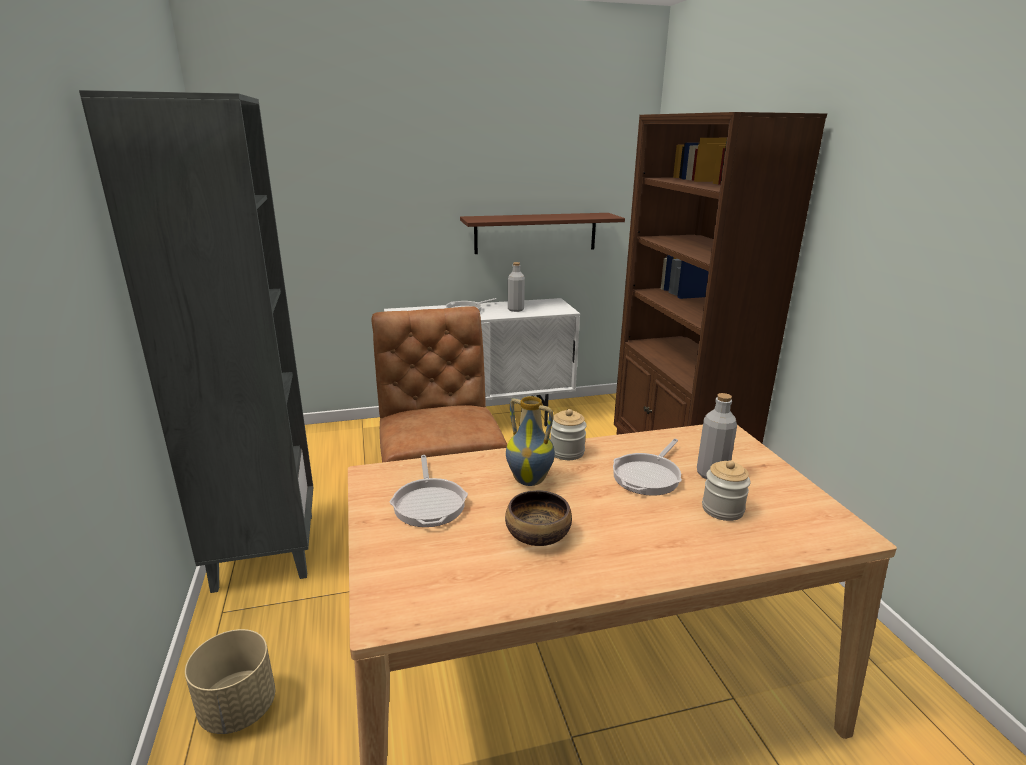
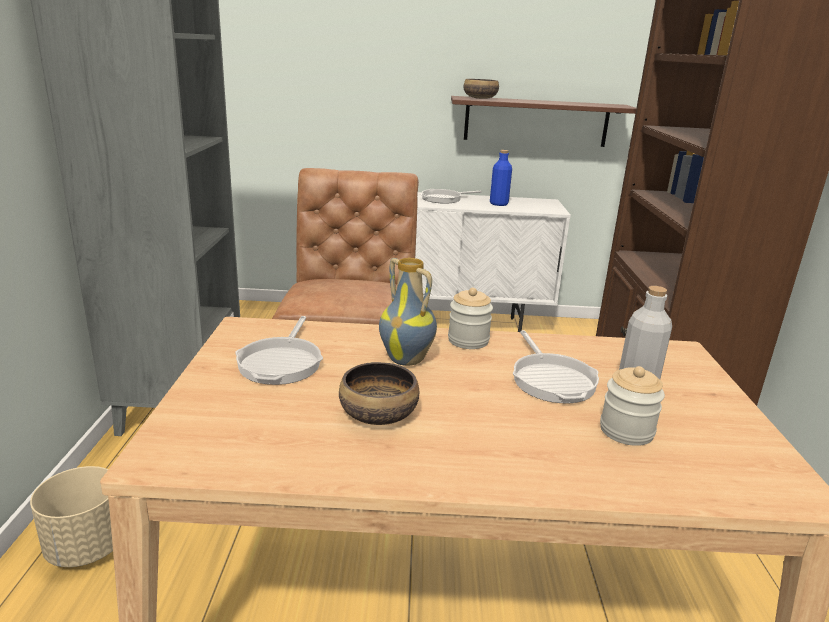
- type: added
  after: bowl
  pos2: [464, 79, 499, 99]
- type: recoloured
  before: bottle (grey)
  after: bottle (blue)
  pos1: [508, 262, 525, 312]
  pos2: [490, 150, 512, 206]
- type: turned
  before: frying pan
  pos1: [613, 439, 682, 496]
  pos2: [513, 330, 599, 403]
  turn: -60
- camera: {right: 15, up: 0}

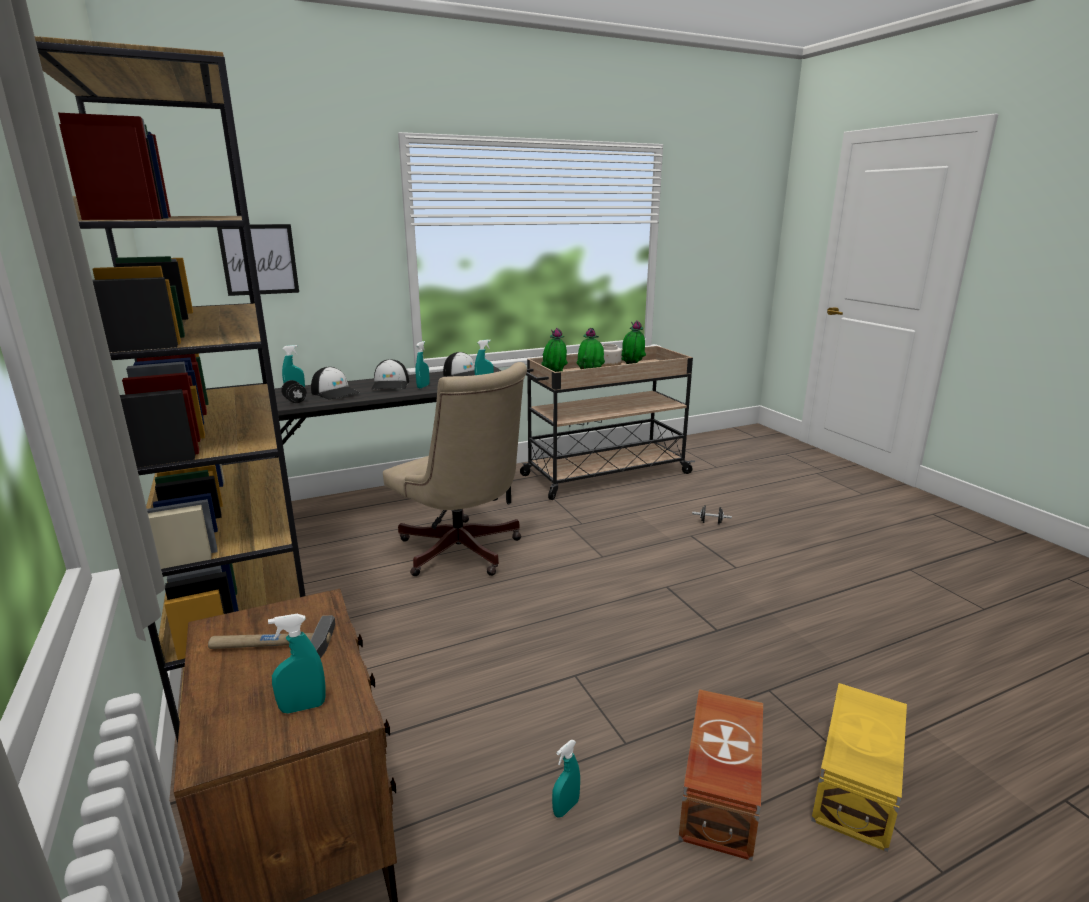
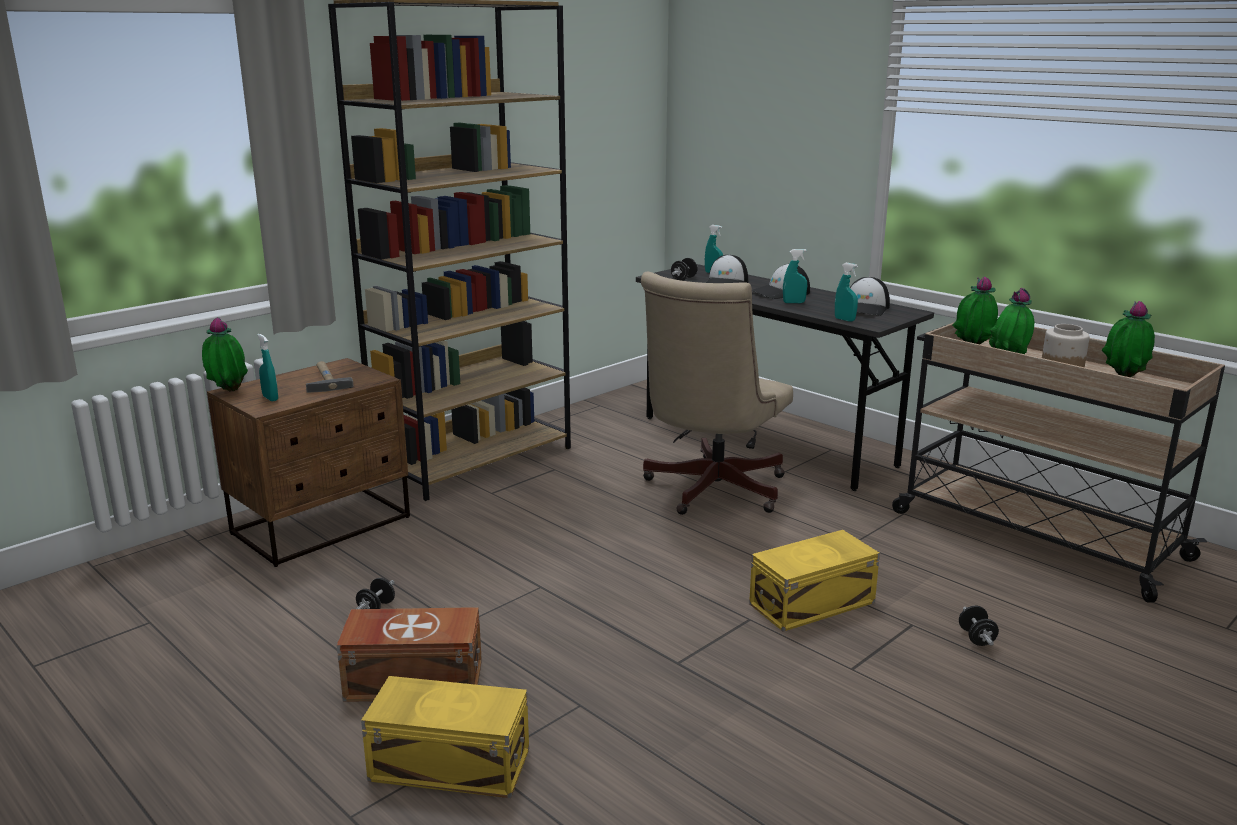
- type: added
  after: potted plant
  pos2: [202, 317, 248, 391]
- type: replaced
  before: spray bottle (turquoise)
  after: dumbbell (black)
  pos1: [552, 740, 580, 818]
  pos2: [356, 578, 395, 609]
- type: added
  after: storage box (yellow)
  pos2: [749, 530, 880, 632]
- type: removed
  before: picture
  pos1: [217, 224, 299, 296]
- camera: {right: 70, up: 0}

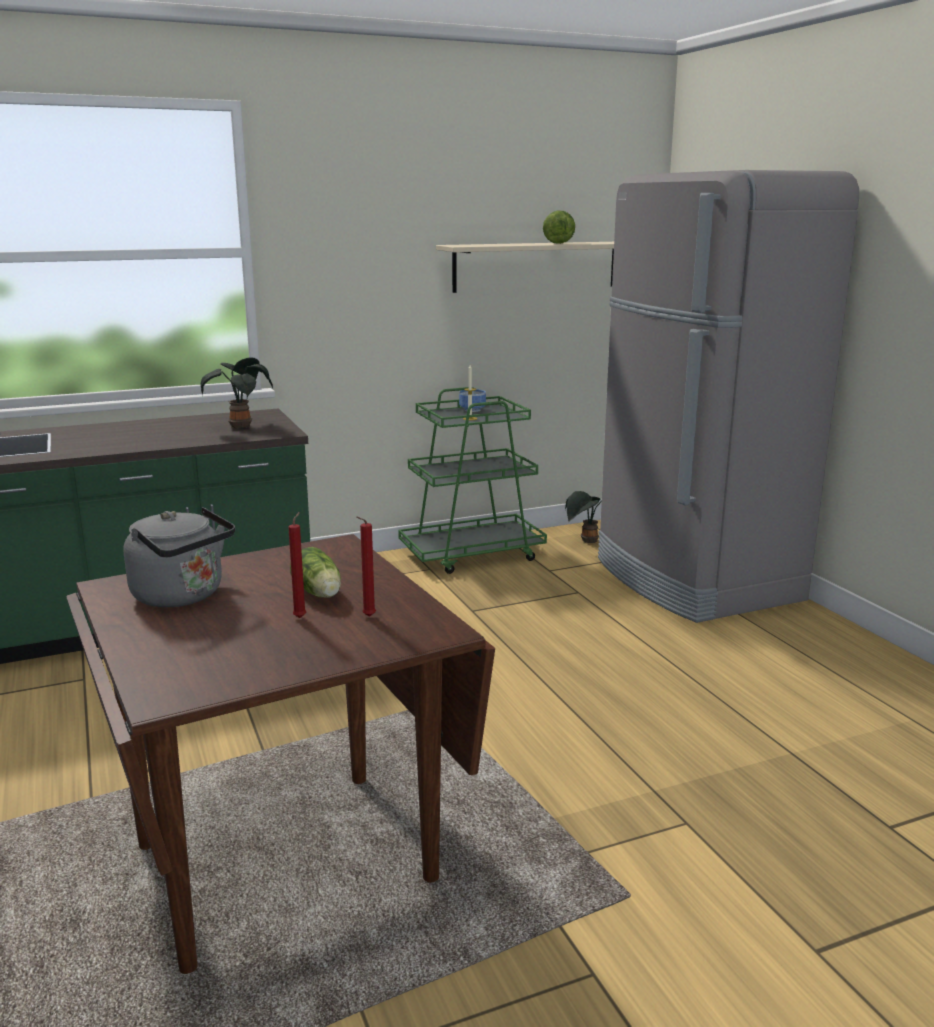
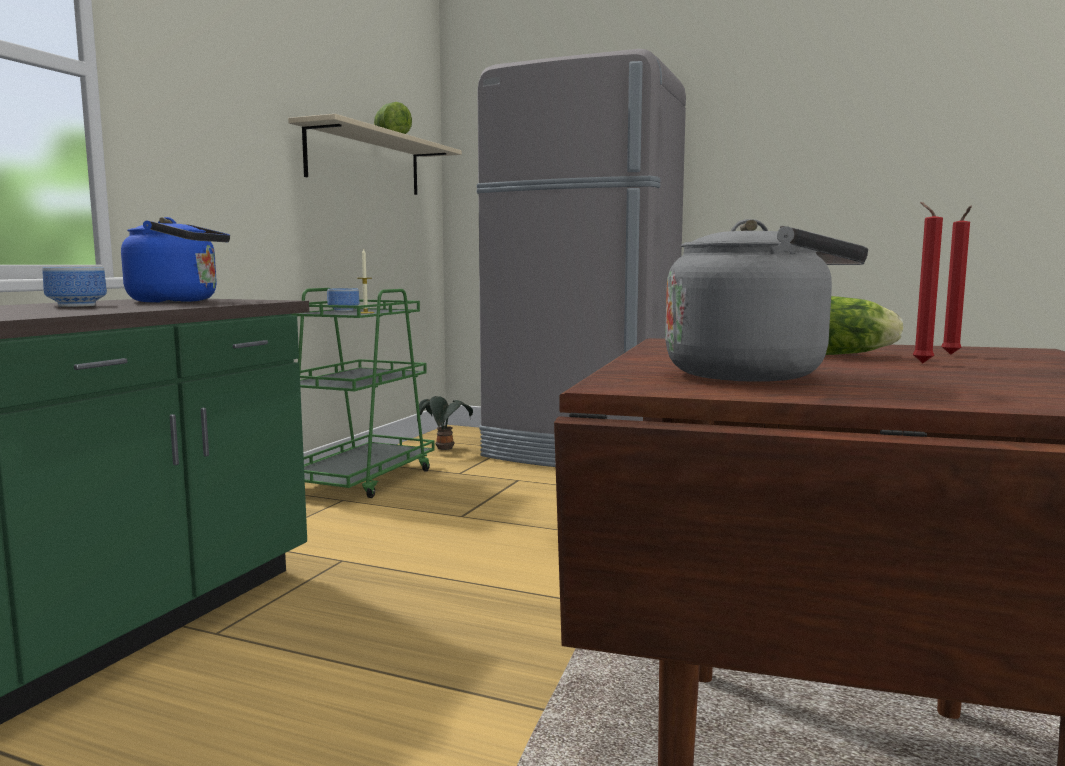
- type: added
  after: bowl
  pos2: [42, 267, 107, 307]
- type: replaced
  before: potted plant
  after: kettle (blue)
  pos1: [201, 357, 273, 429]
  pos2: [121, 217, 230, 303]
- camera: {right: -45, up: -10}

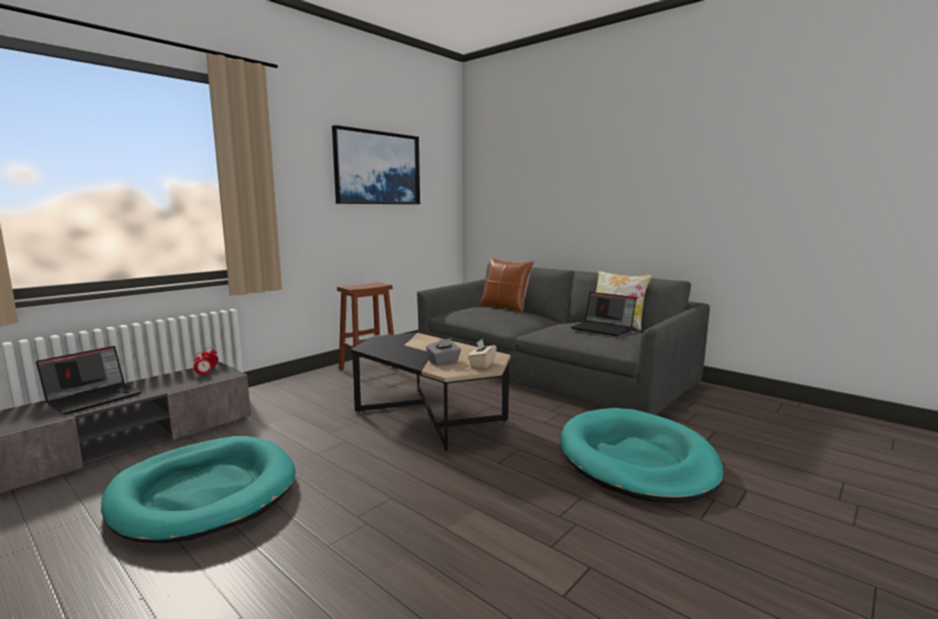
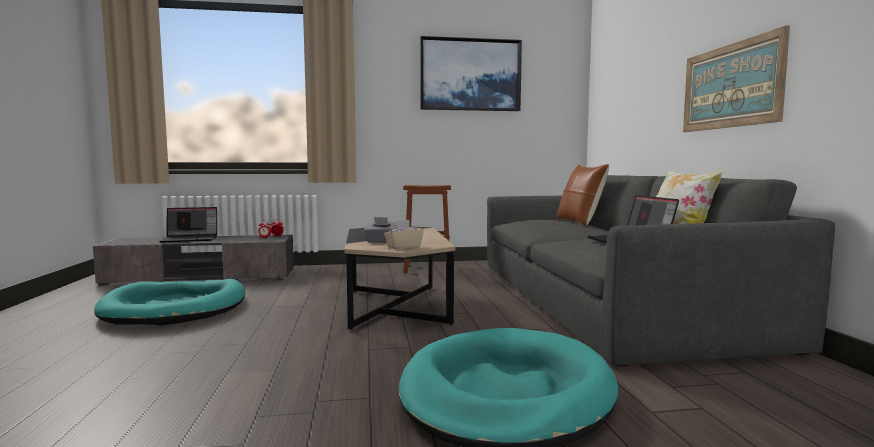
- type: added
  after: picture
  pos2: [683, 25, 790, 132]
- camera: {right: 40, up: -5}

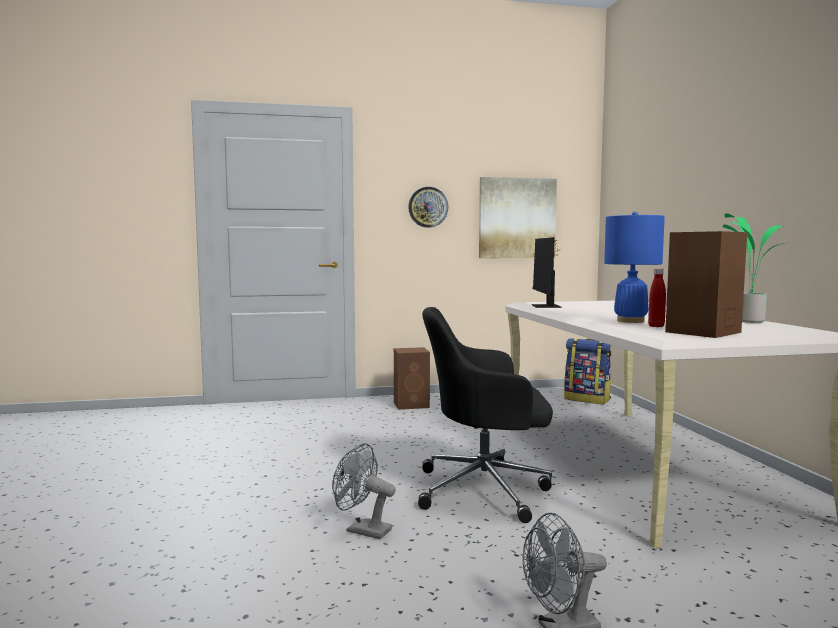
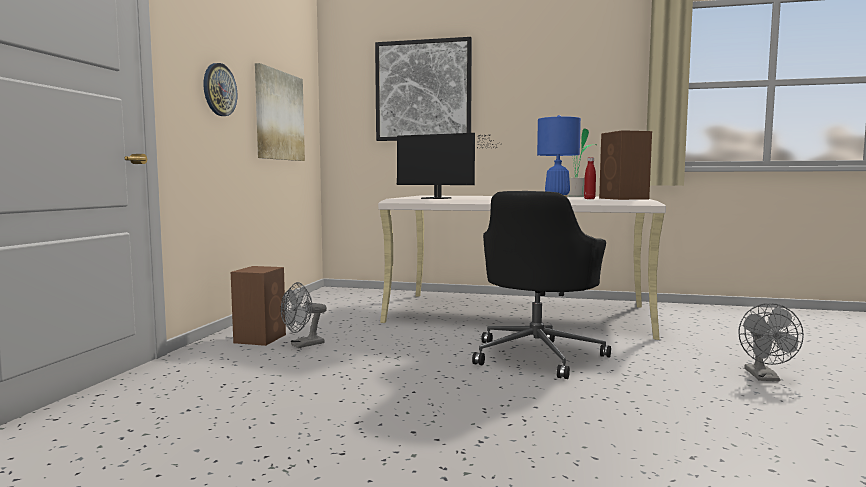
- type: moved
  before: fan (grey)
  pos1: [332, 444, 396, 539]
  pos2: [281, 282, 327, 348]
- type: added
  after: picture
  pos2: [375, 37, 472, 141]
- type: removed
  before: backpack
  pos1: [564, 338, 612, 404]
- camera: {right: -65, up: 0}

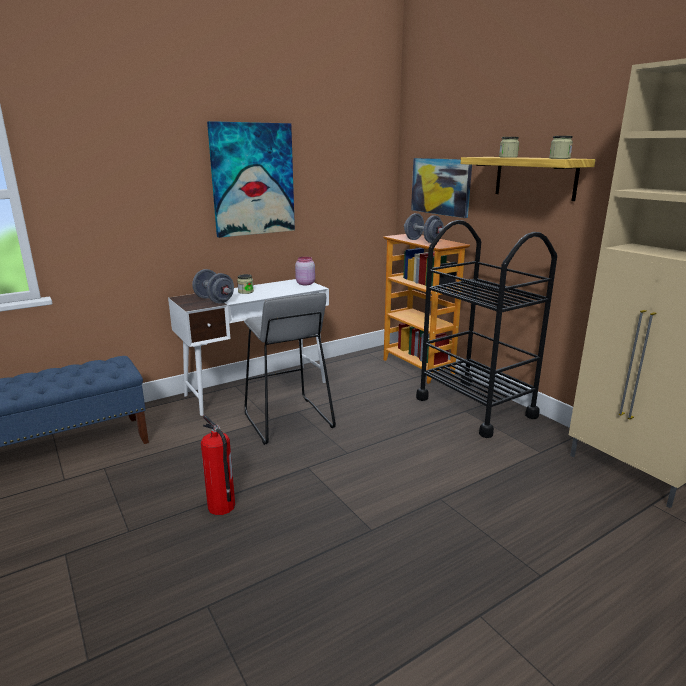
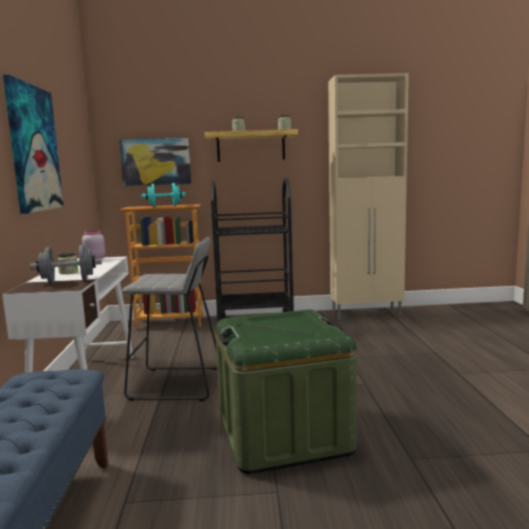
- type: recoloured
  before: dumbbell (grey)
  after: dumbbell (turquoise)
  pos1: [404, 213, 444, 243]
  pos2: [142, 183, 186, 207]
- type: replaced
  before: fire extinguisher
  after: storage box (green)
  pos1: [201, 415, 235, 515]
  pos2: [215, 309, 357, 474]
- camera: {right: -60, up: -10}

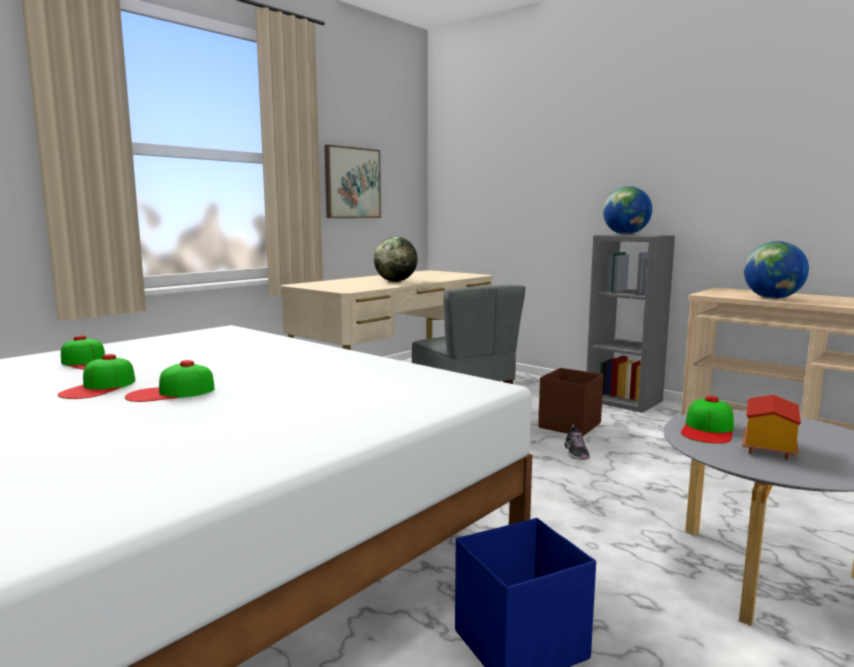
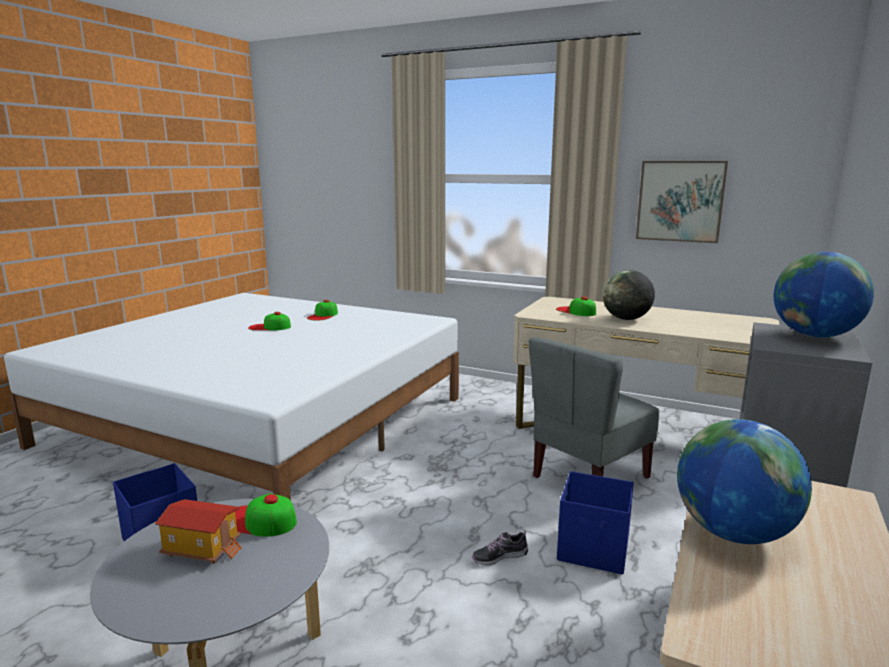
- type: moved
  before: cap
  pos1: [125, 360, 215, 402]
  pos2: [556, 296, 596, 316]
- type: recoloured
  before: storage box (brown)
  after: storage box (blue)
  pos1: [538, 368, 604, 436]
  pos2: [557, 471, 634, 575]
- camera: {right: 75, up: 5}

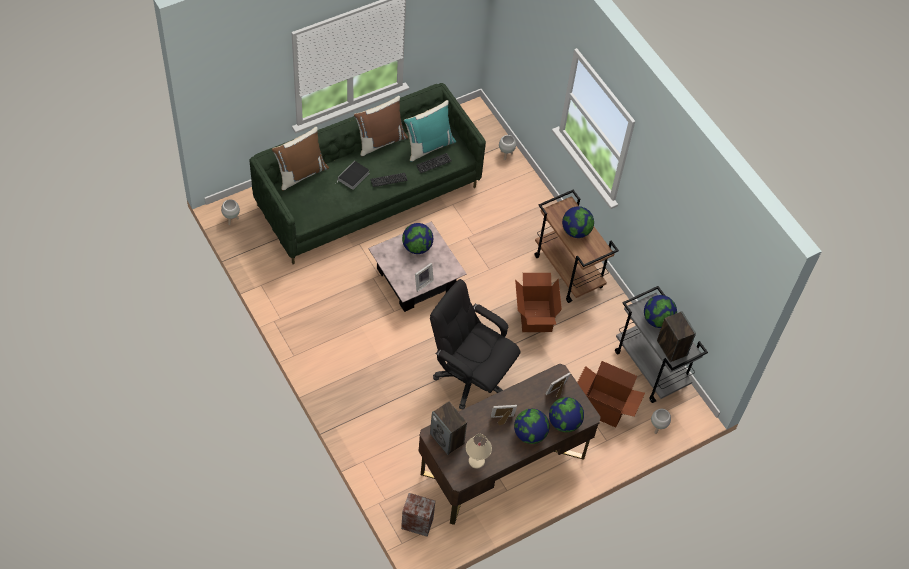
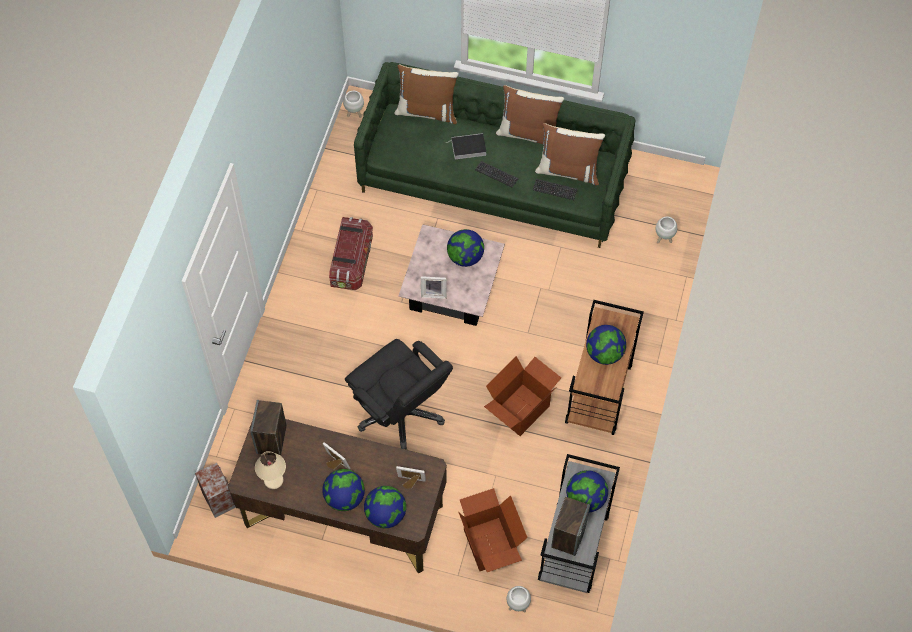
- type: added
  after: storage box
  pos2: [329, 217, 373, 290]
- type: turned
  before: office chair (black)
  pos1: [430, 279, 521, 409]
  pos2: [345, 339, 453, 450]
  turn: 150
- type: recoloured
  before: pillow (turquoise)
  after: pillow (brown)
  pos1: [404, 100, 456, 162]
  pos2: [535, 123, 605, 186]
- camera: {right: 50, up: 5}

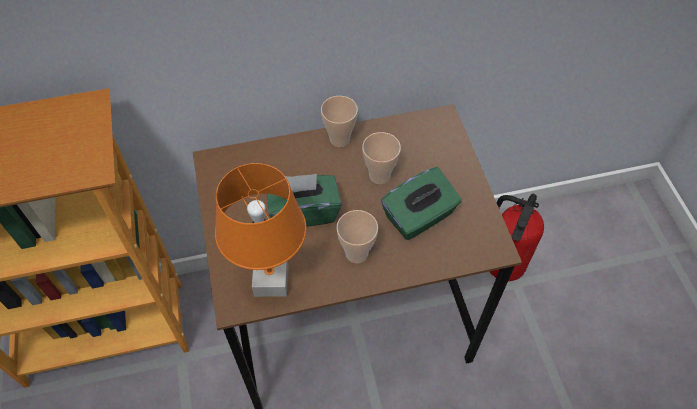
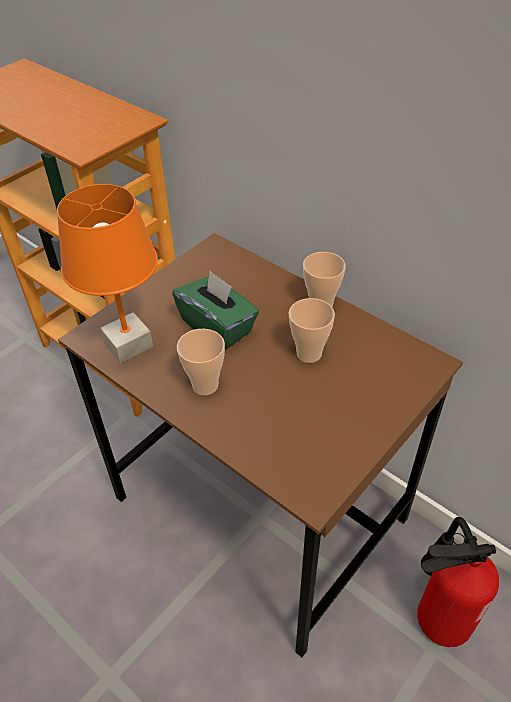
- type: removed
  before: tissue box (green)
  pos1: [381, 167, 462, 240]
- camera: {right: 55, up: -10}

